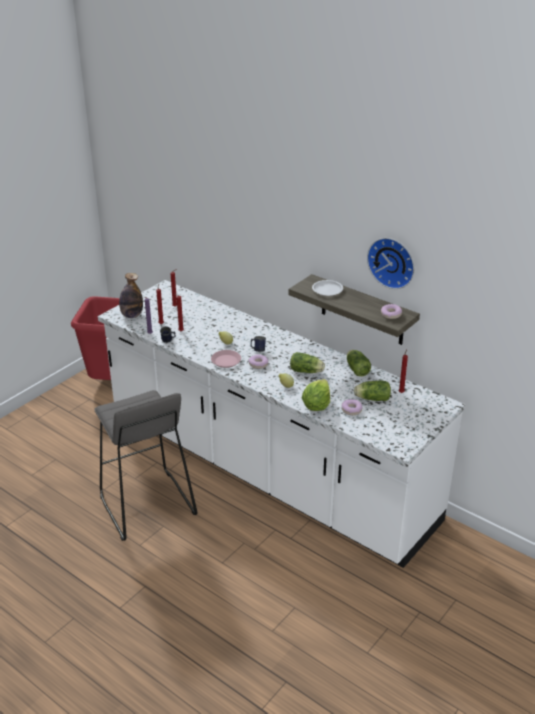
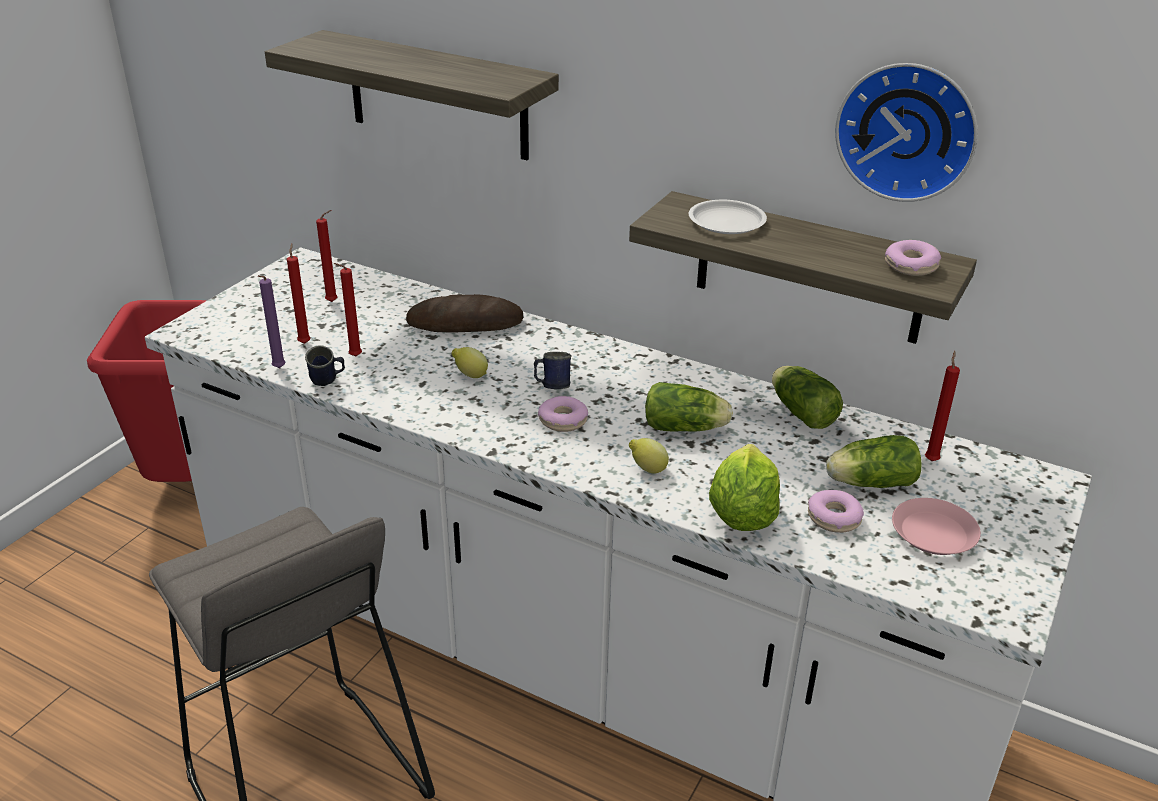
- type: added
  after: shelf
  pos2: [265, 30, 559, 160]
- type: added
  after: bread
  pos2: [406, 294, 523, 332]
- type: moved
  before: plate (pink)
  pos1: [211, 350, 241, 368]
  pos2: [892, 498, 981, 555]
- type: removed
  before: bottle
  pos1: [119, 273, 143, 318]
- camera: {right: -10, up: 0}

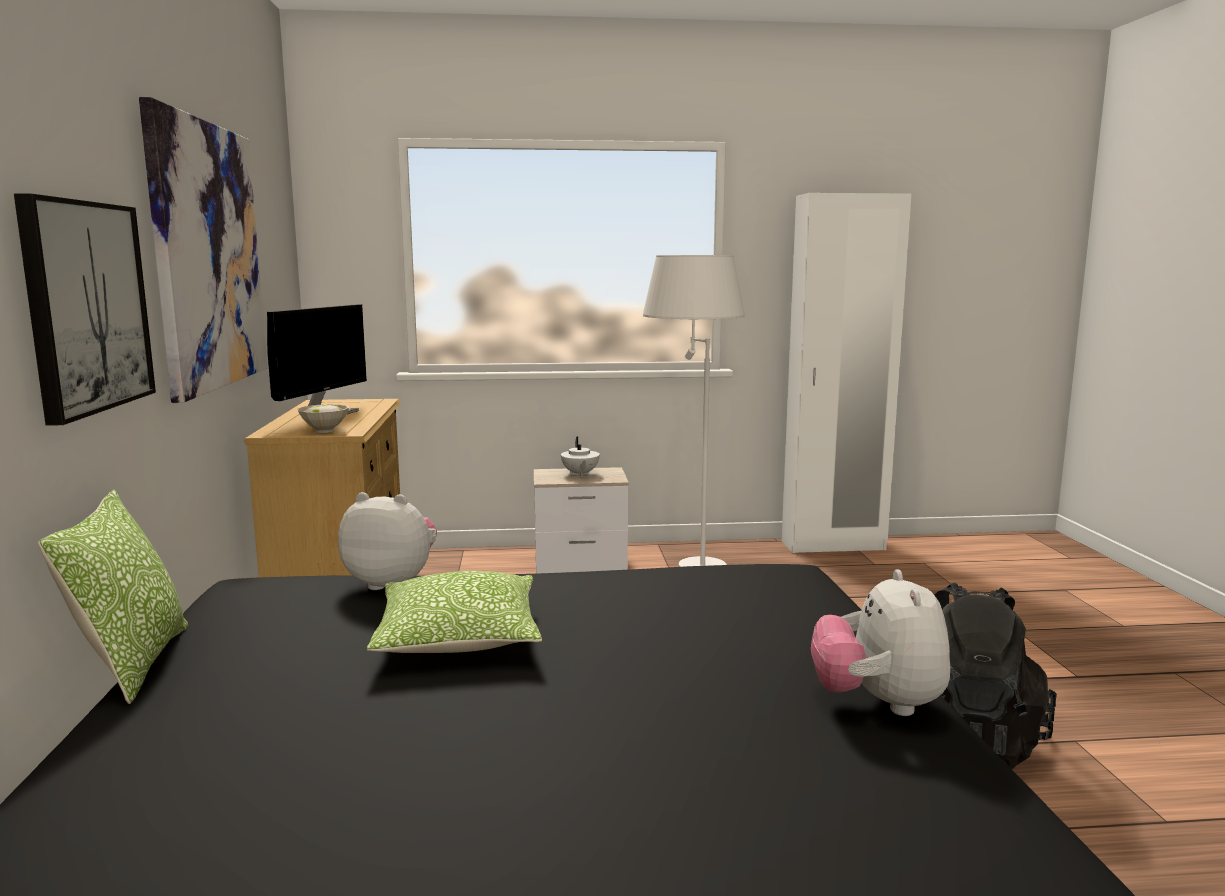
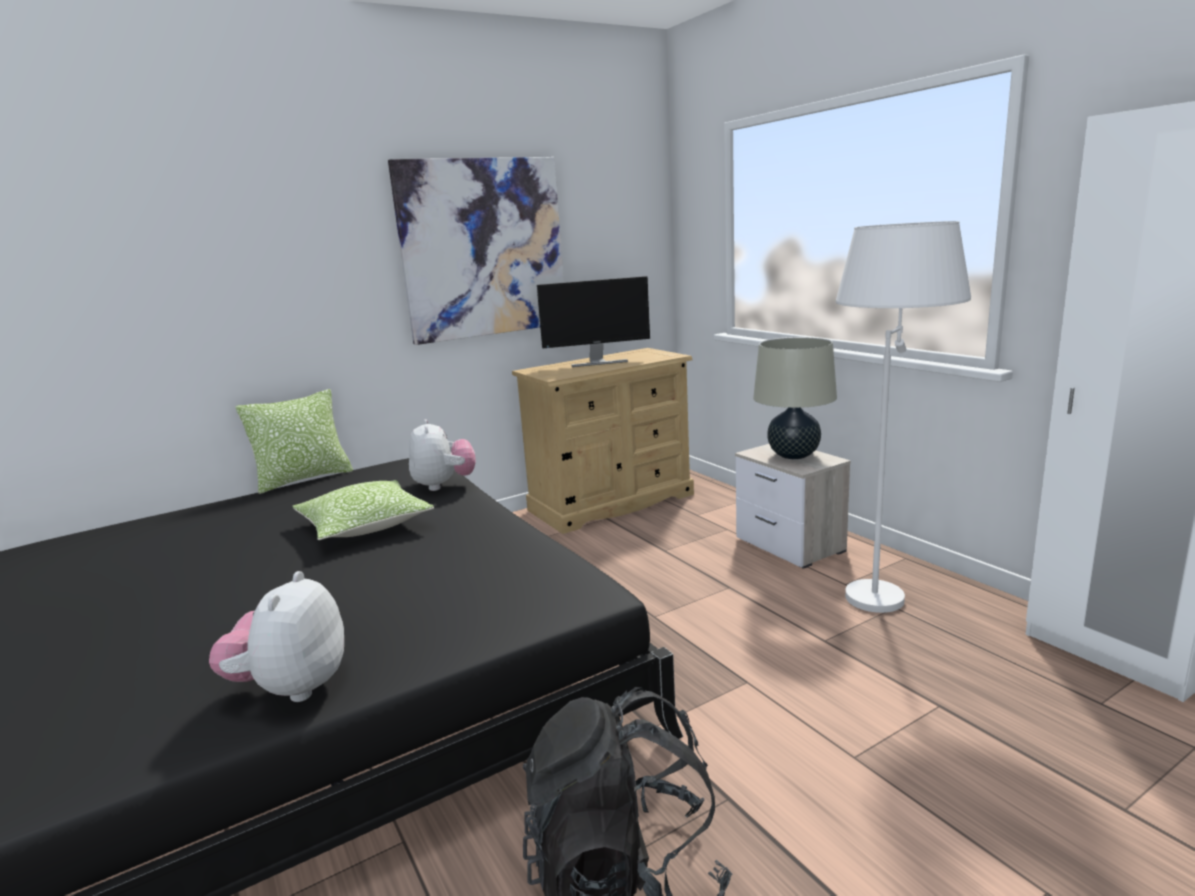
- type: turned
  before: plush toy
  pos1: [811, 569, 950, 716]
  pos2: [209, 571, 344, 702]
  turn: -60
- type: replaced
  before: teapot (white)
  after: table lamp (beige)
  pos1: [561, 437, 600, 477]
  pos2: [753, 337, 837, 459]
- type: removed
  before: picture
  pos1: [14, 193, 156, 426]
- type: removed
  before: bowl (white)
  pos1: [297, 404, 349, 433]
- camera: {right: 65, up: 5}

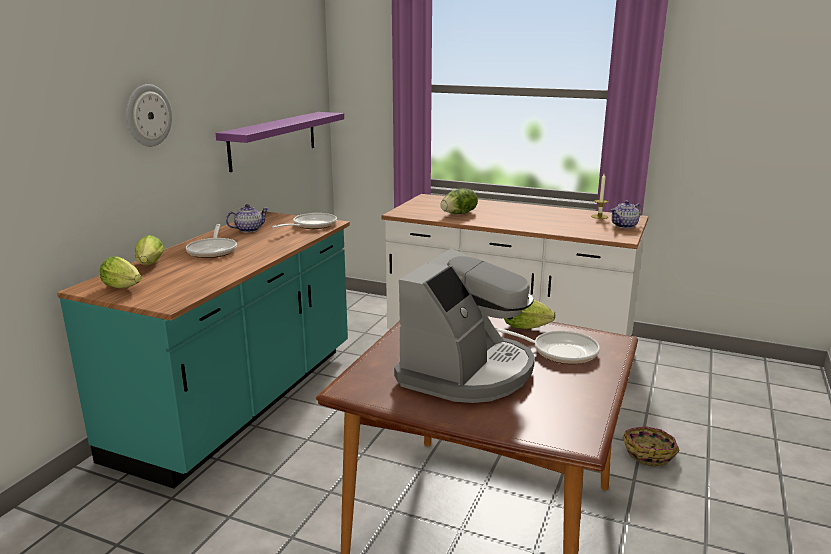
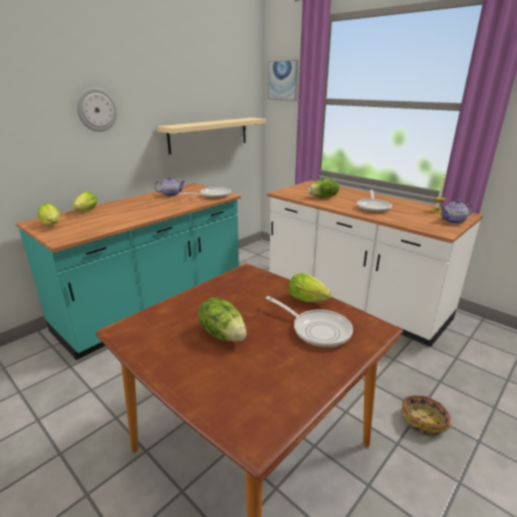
- type: recoloured
  before: shelf (purple)
  after: shelf (beige)
  pos1: [215, 112, 344, 172]
  pos2: [157, 118, 266, 155]
- type: replaced
  before: coffee machine
  after: lettuce
  pos1: [394, 249, 535, 403]
  pos2: [198, 297, 246, 342]
- type: added
  after: picture
  pos2: [268, 60, 298, 101]
- type: moved
  before: frying pan
  pos1: [186, 224, 237, 258]
  pos2: [357, 190, 392, 213]
- camera: {right: 20, up: 5}

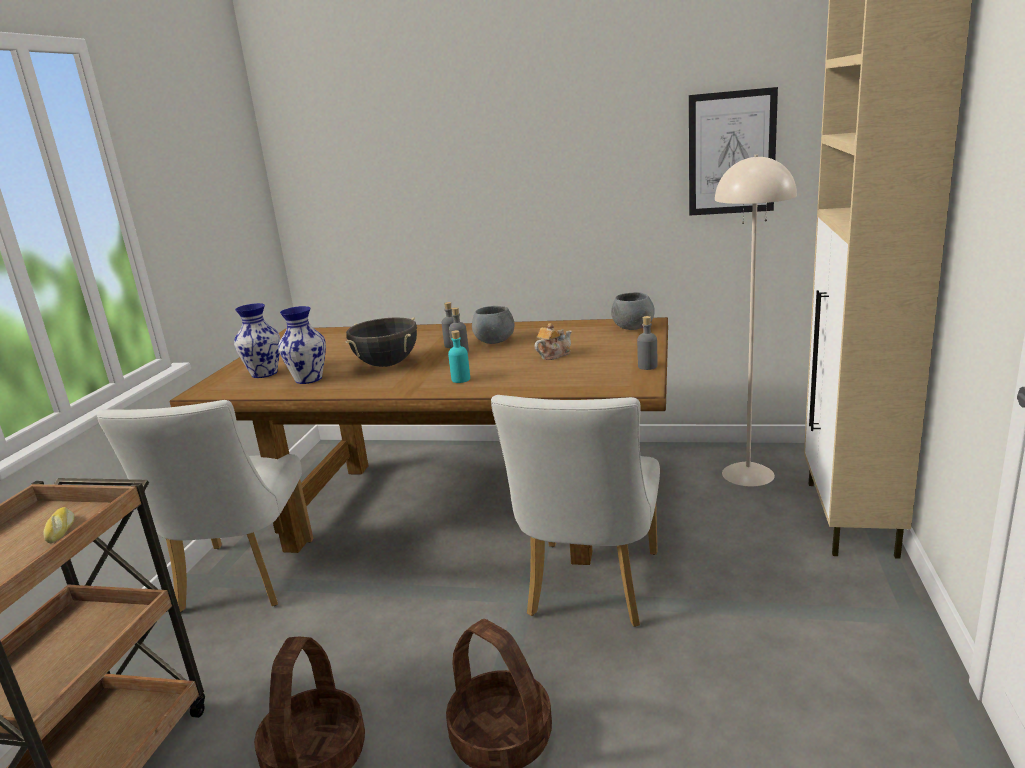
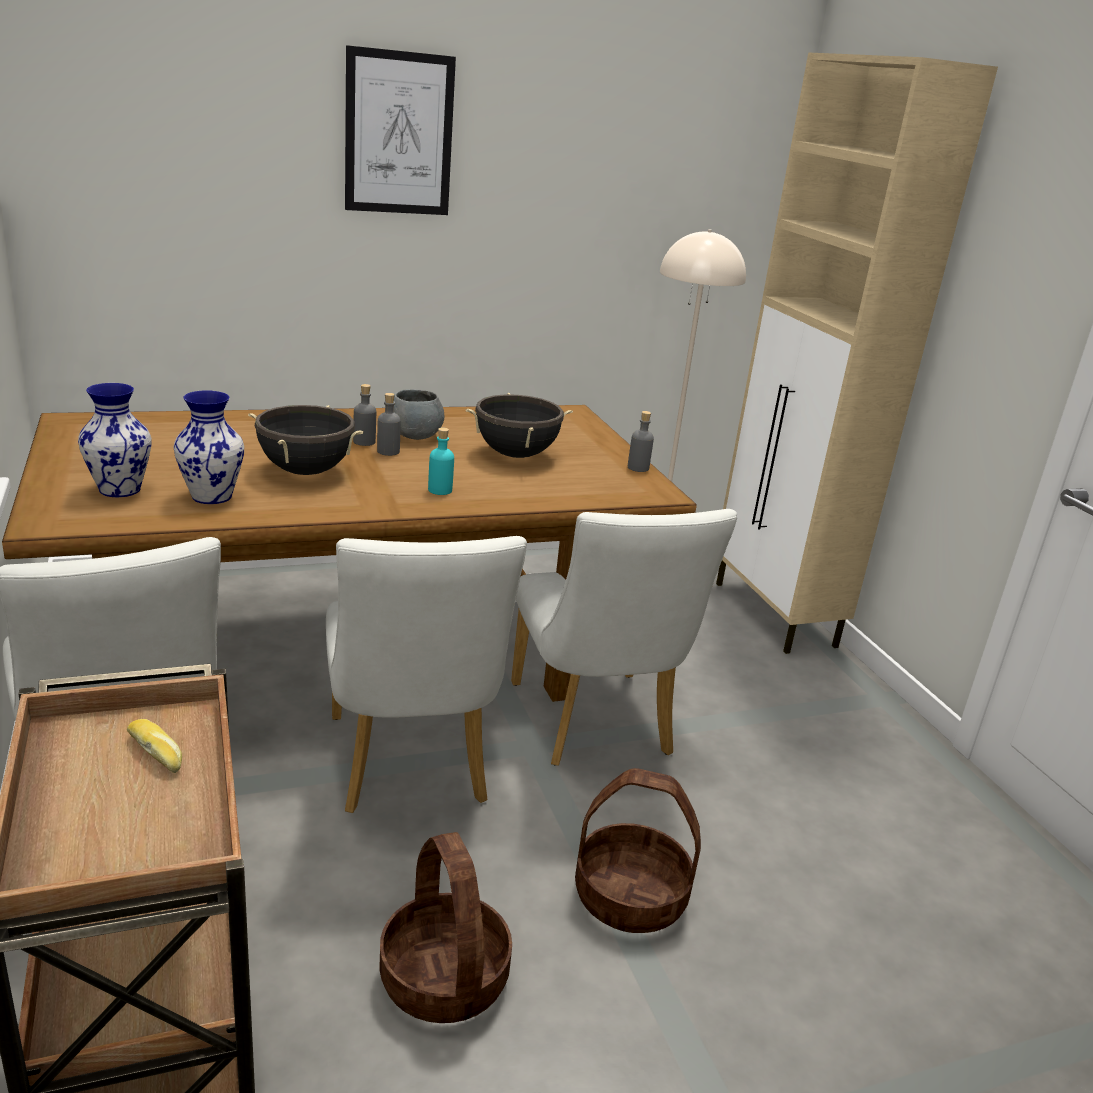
- type: added
  after: chair (white)
  pos2: [326, 536, 527, 813]
- type: moved
  before: picture
  pos1: [689, 87, 778, 216]
  pos2: [345, 45, 456, 215]
- type: replaced
  before: teapot
  after: cooking pot (black)
  pos1: [535, 323, 572, 360]
  pos2: [465, 393, 573, 458]
- type: removed
  before: bowl (grey)
  pos1: [611, 292, 655, 330]
- camera: {right: -35, up: 5}

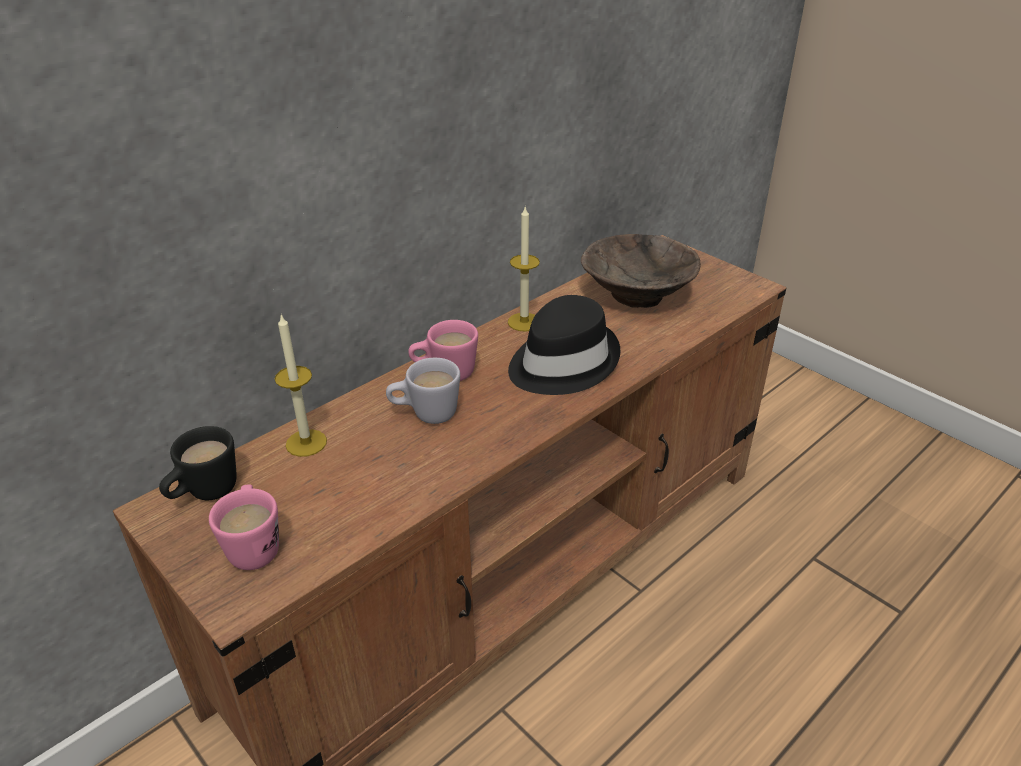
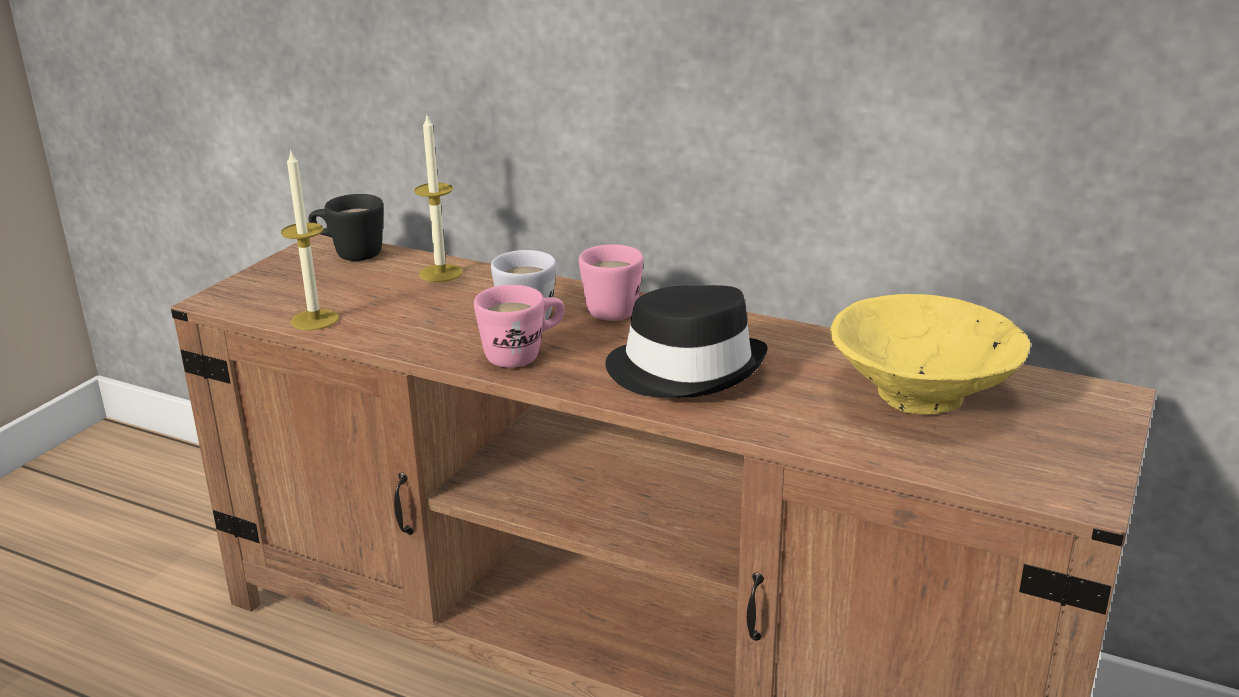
- type: moved
  before: candle
  pos1: [508, 207, 540, 331]
  pos2: [281, 149, 339, 330]
- type: moved
  before: mug (pink)
  pos1: [209, 484, 279, 570]
  pos2: [474, 285, 565, 368]
- type: recoloured
  before: bowl (brown)
  after: bowl (yellow)
  pos1: [581, 234, 701, 308]
  pos2: [830, 294, 1031, 415]
- camera: {right: 70, up: -10}

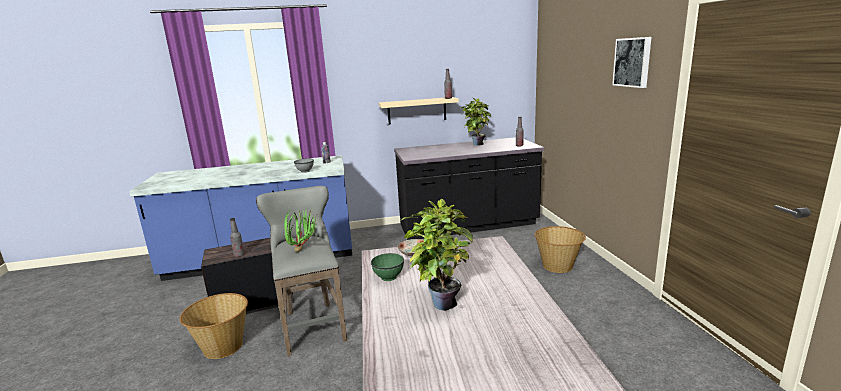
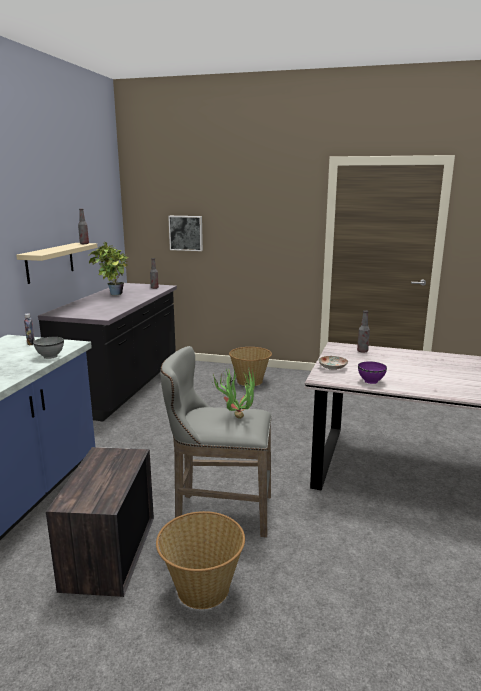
- type: moved
  before: picture
  pos1: [612, 37, 651, 88]
  pos2: [168, 216, 203, 251]
- type: moved
  before: bottle
  pos1: [230, 218, 245, 257]
  pos2: [357, 311, 370, 353]
- type: recoloured
  before: bowl (green)
  after: bowl (purple)
  pos1: [371, 253, 404, 281]
  pos2: [358, 361, 387, 384]
- type: removed
  before: potted plant
  pos1: [402, 199, 473, 311]
- camera: {right: -65, up: 0}

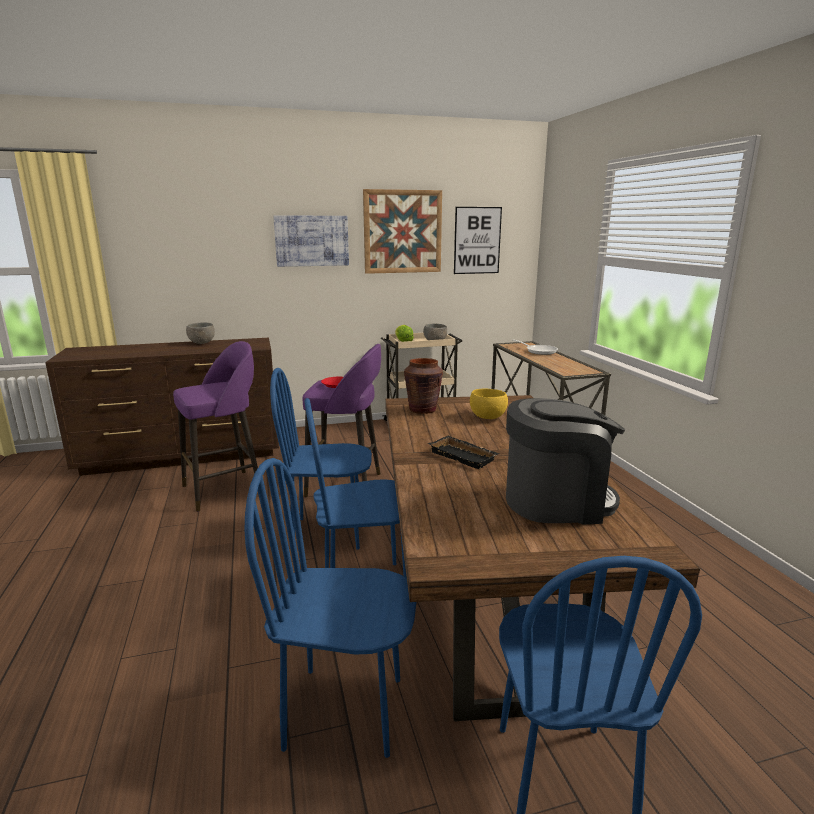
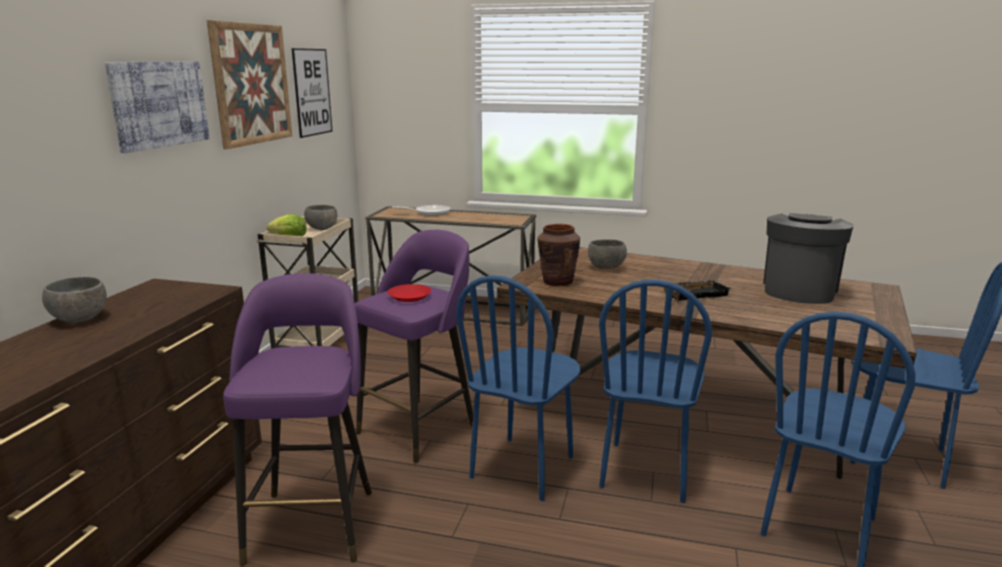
- type: recoloured
  before: bowl (yellow)
  after: bowl (grey)
  pos1: [470, 388, 508, 419]
  pos2: [588, 239, 627, 269]
- camera: {right: -60, up: 0}

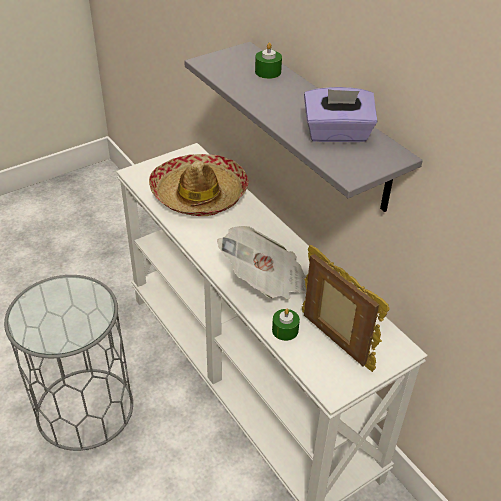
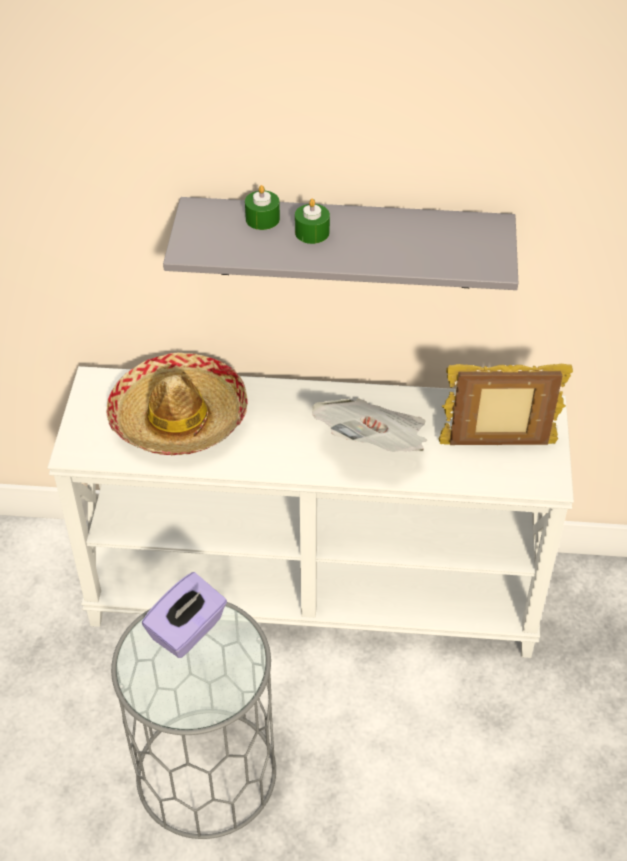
- type: moved
  before: tissue box (purple)
  pos1: [304, 87, 377, 142]
  pos2: [142, 572, 227, 658]
- type: moved
  before: candle (green)
  pos1: [272, 309, 300, 341]
  pos2: [295, 199, 330, 244]
- camera: {right: -50, up: 5}

